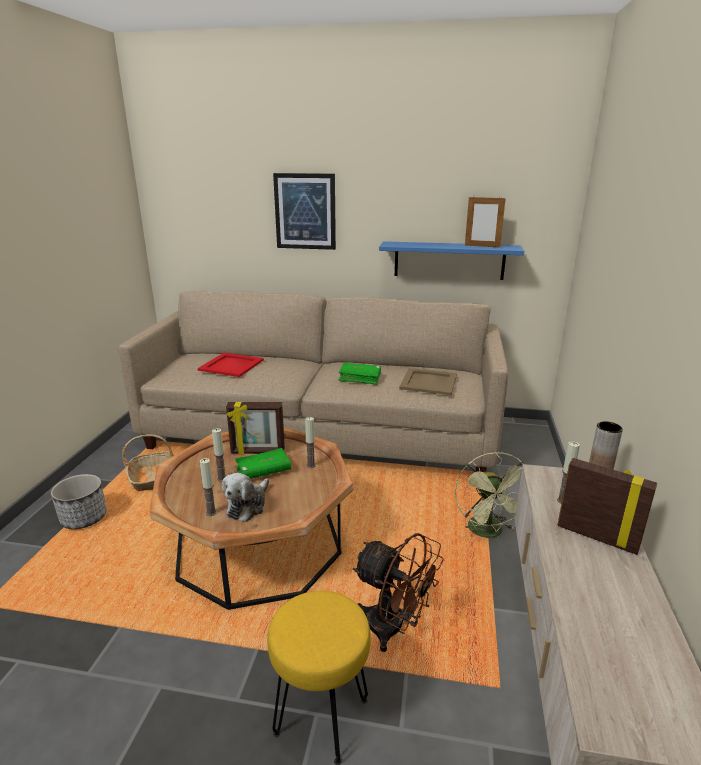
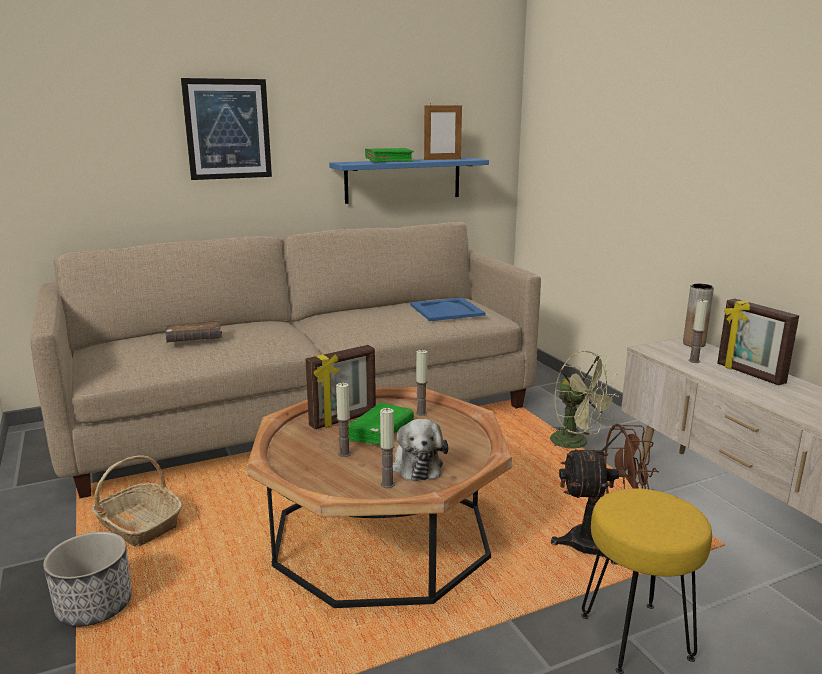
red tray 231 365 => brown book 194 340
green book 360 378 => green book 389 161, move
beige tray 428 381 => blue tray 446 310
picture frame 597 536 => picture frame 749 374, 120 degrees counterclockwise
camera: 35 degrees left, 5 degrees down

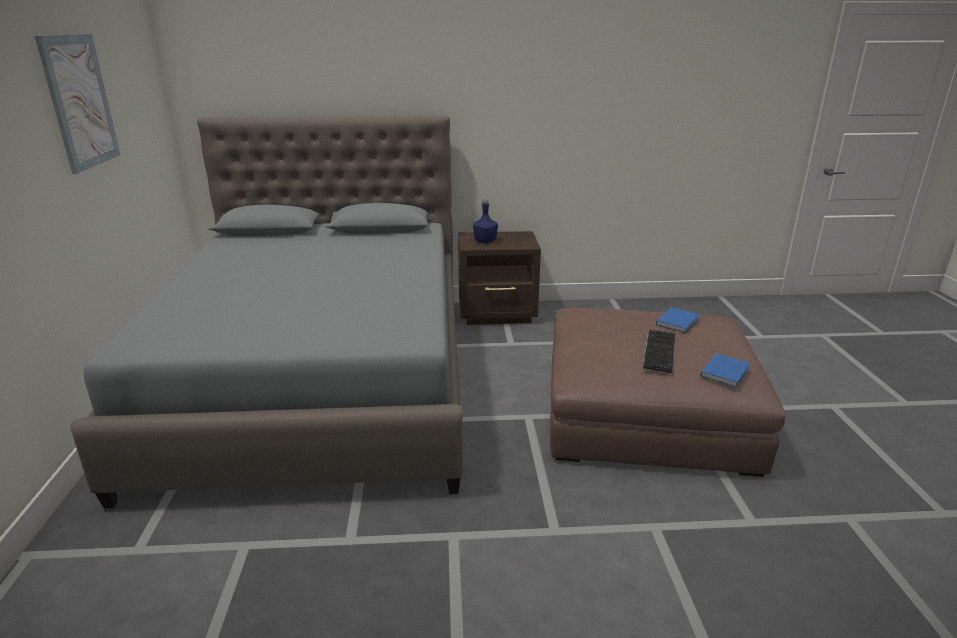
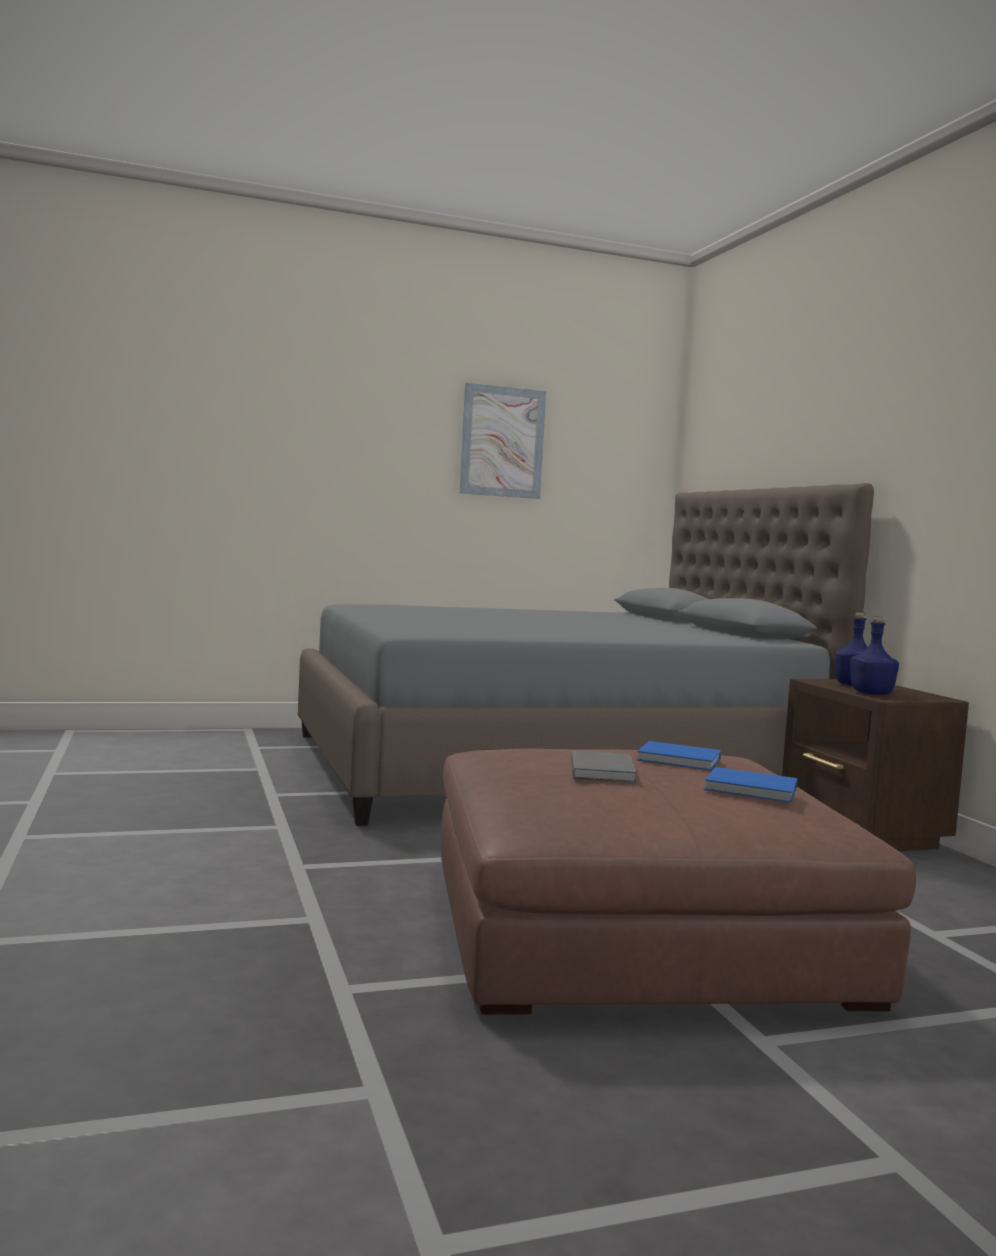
keyboard 658 350 => grey book 603 770
blue book 726 371 => blue book 681 760, move
nothing => blue bottle 872 693
camera: 75 degrees right, 20 degrees down

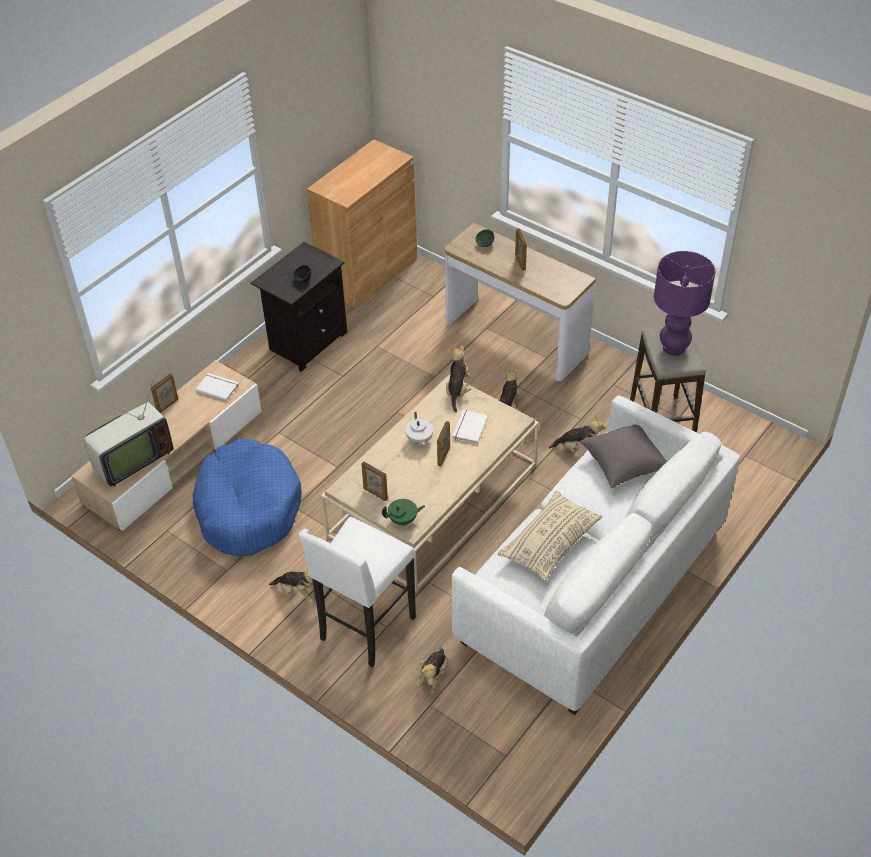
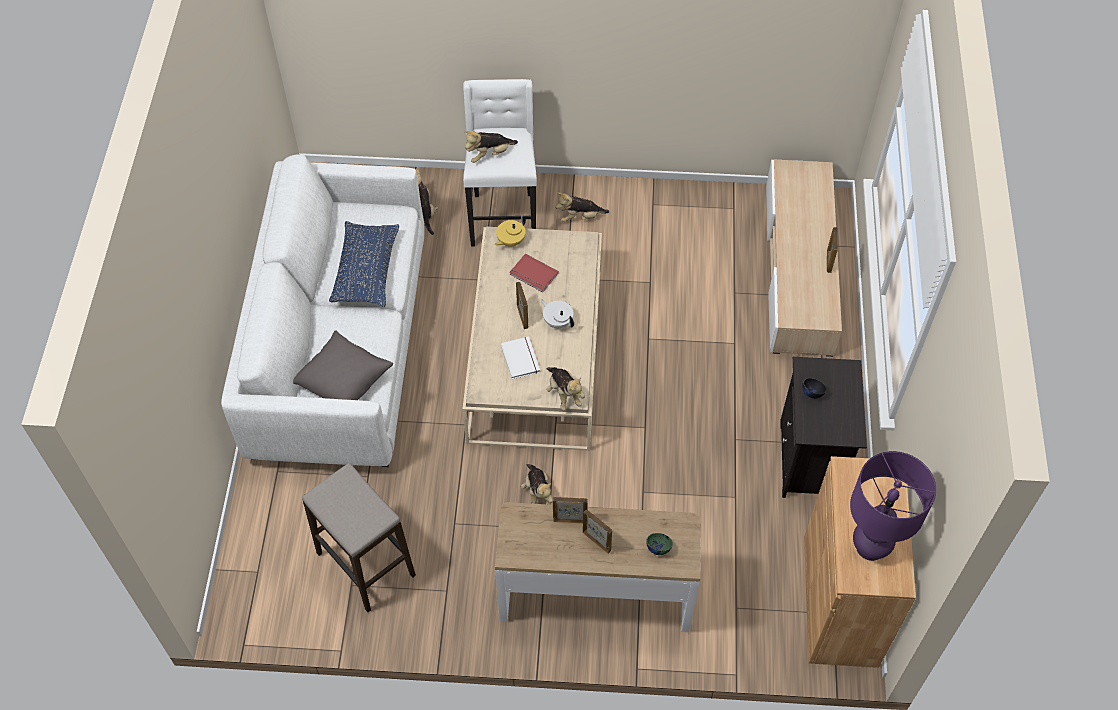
beige pillow 549 543 => blue pillow 366 270
plush toy 577 448 => plush toy 489 154, move
green teapot 403 520 => yellow teapot 510 241
nothing => red book 533 275
picture frame 375 494 => picture frame 570 520, move
purple table lamp 673 348 => purple table lamp 870 547, move
television 131 460 => nothing
blue dog bed 248 508 => nothing
white book 218 387 => nothing
camera: 145 degrees right, 10 degrees up

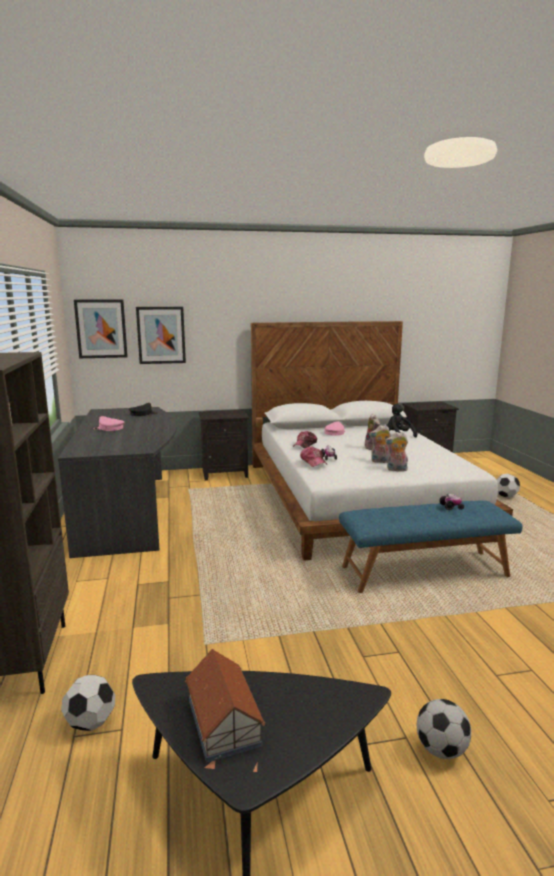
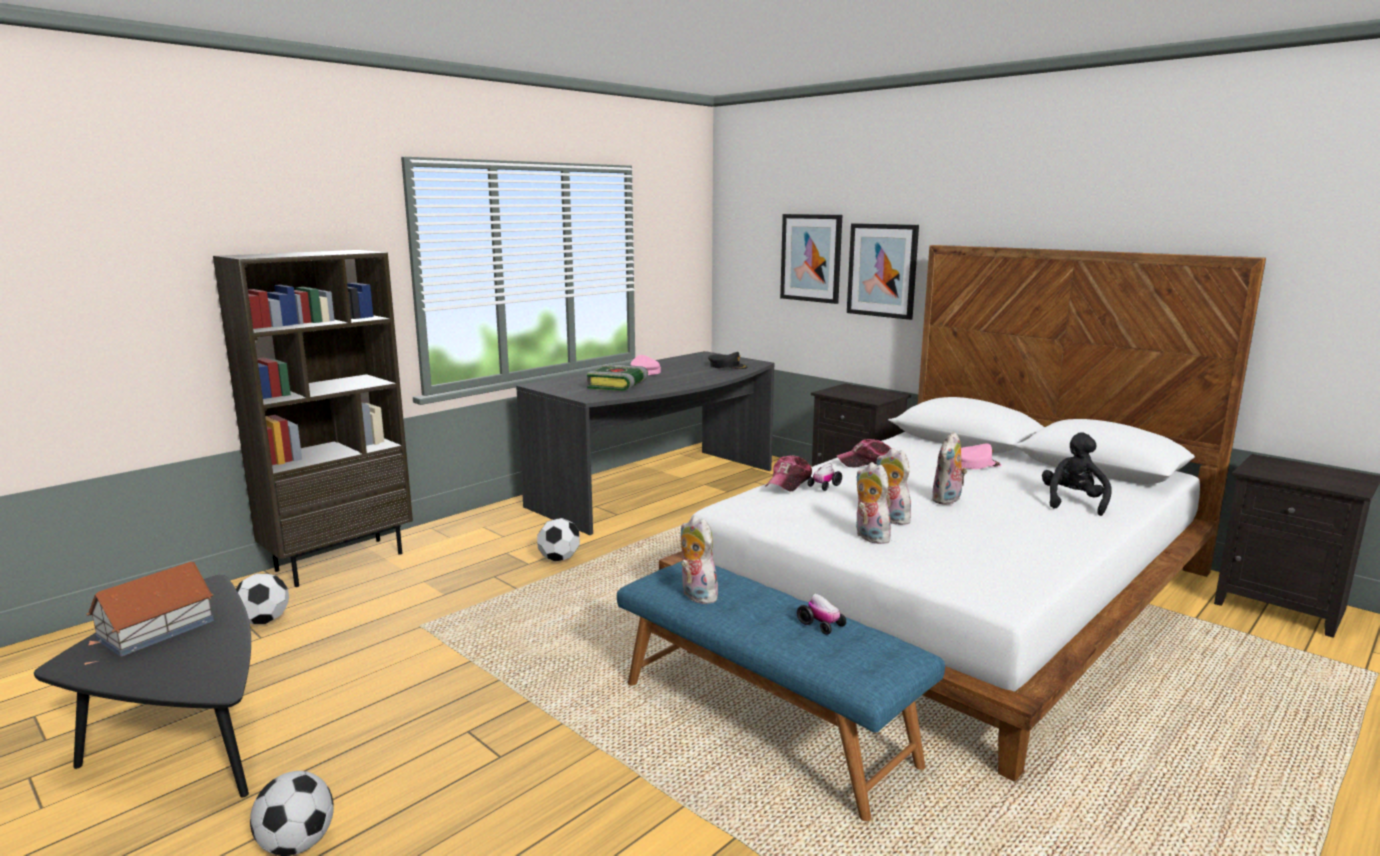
football 505 496 => football 559 559, move
nothing => book 618 386
nothing => plush toy 696 595
picture 101 328 => picture 882 270, move
camera: 55 degrees right, 0 degrees up

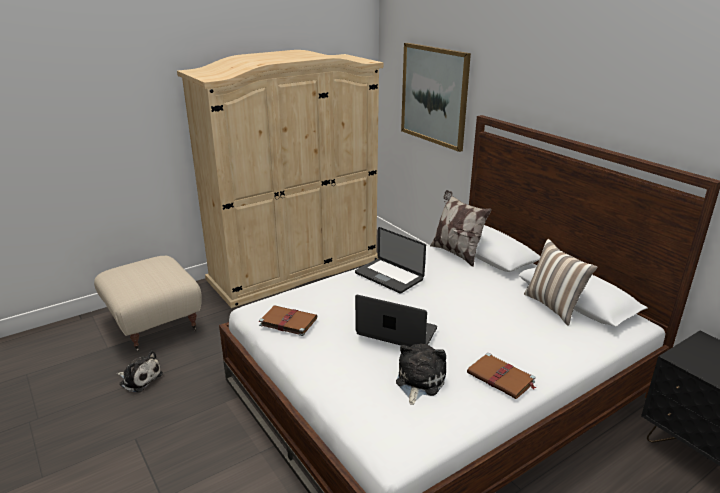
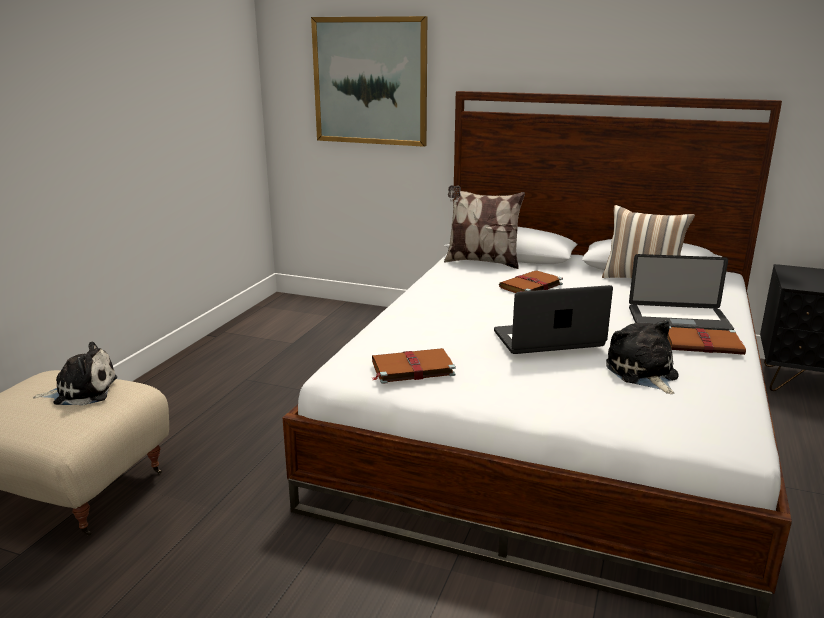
plush toy 139 378 => plush toy 82 391, move
nothing => brown book 530 286
laptop 389 276 => laptop 678 320, move
beige wardrobe 295 269 => nothing
camera: 35 degrees left, 5 degrees down

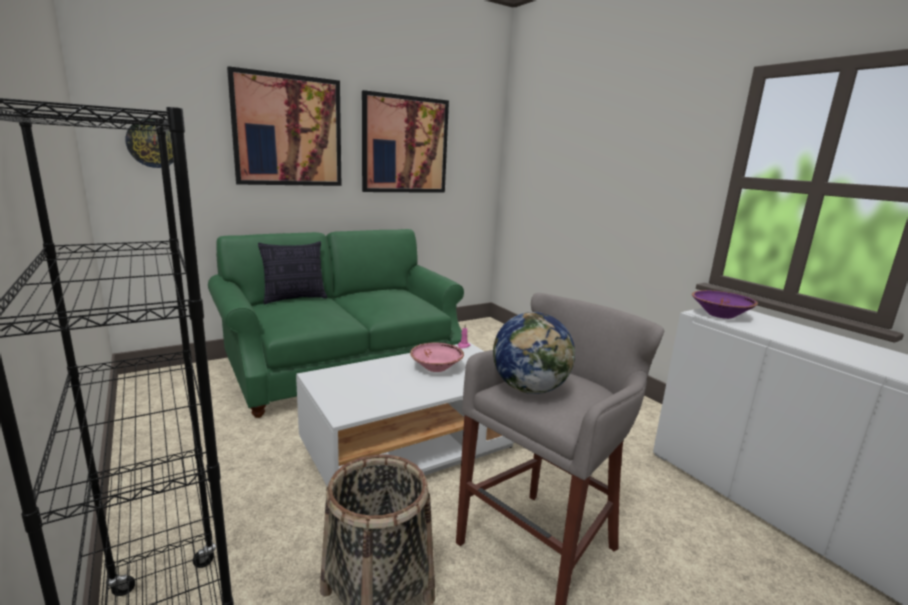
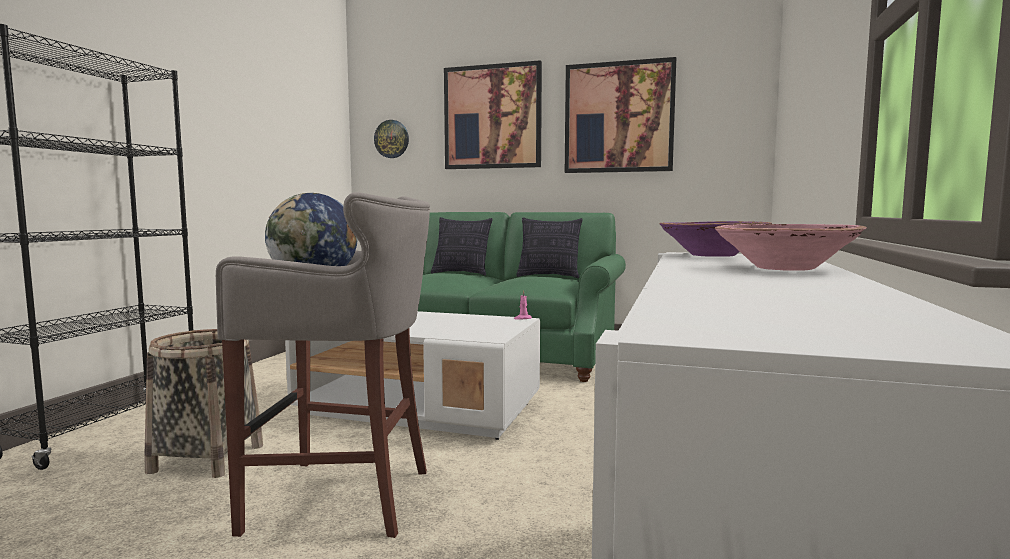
nothing => pillow 549 276
pink bowl 436 367 => pink bowl 785 268, move
camera: 50 degrees right, 10 degrees down

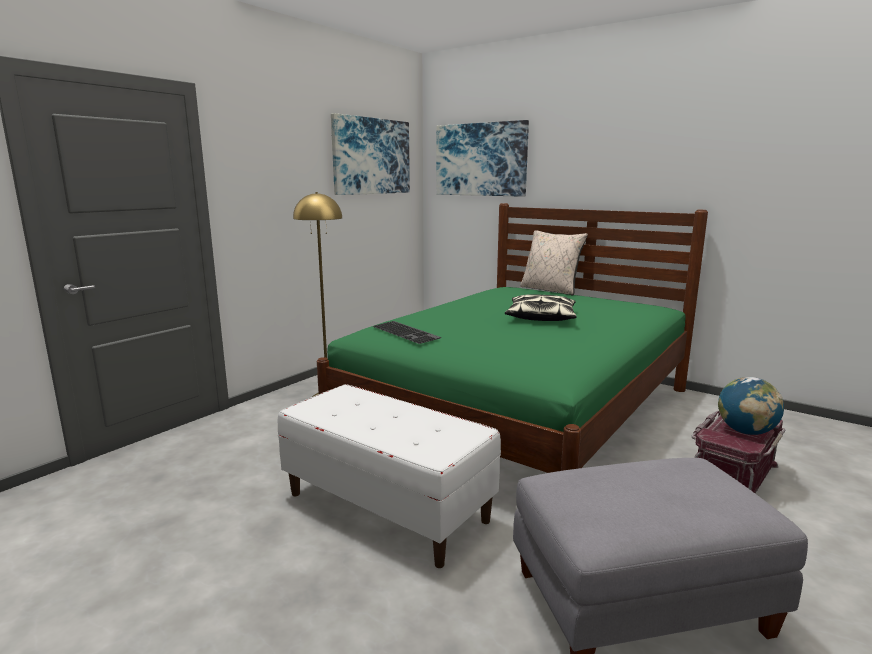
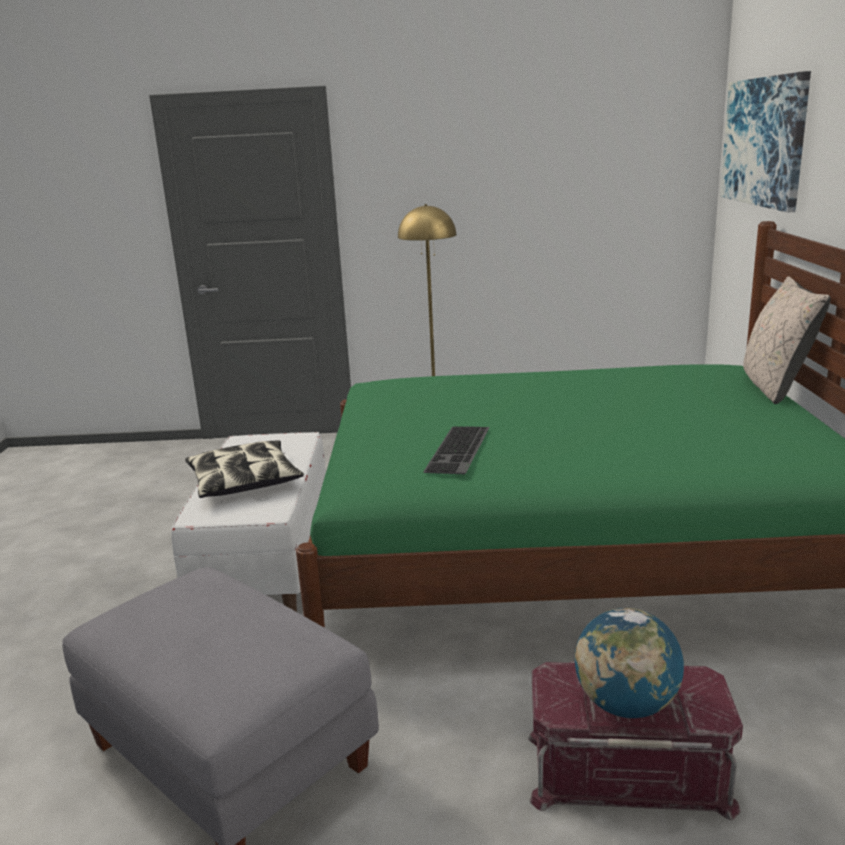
pillow 541 317 => pillow 244 481, move
keyboard 407 332 => keyboard 460 450, move
picture 371 156 => nothing
camera: 55 degrees right, 5 degrees up

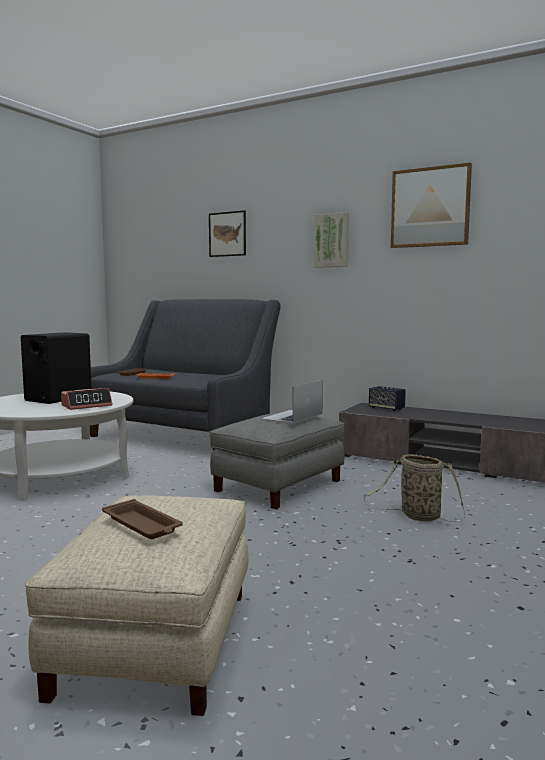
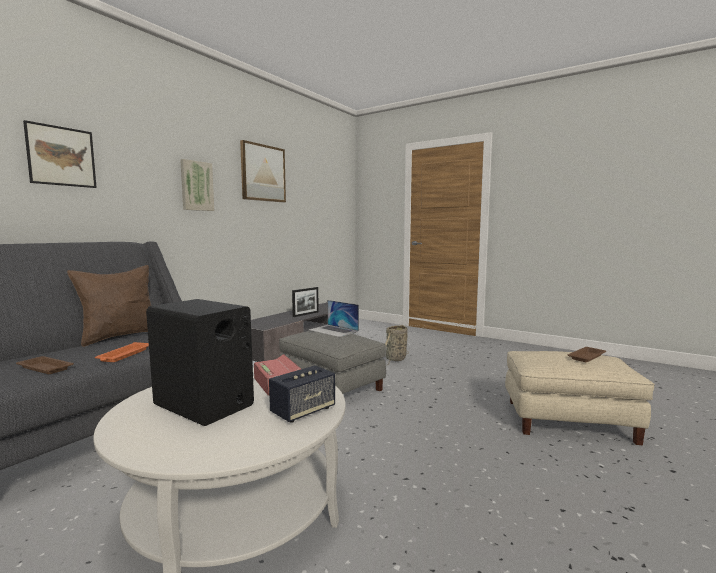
nothing => brown pillow 120 337
speaker 386 408 => speaker 303 411, move
nothing => picture frame 305 314
camera: 85 degrees left, 0 degrees up

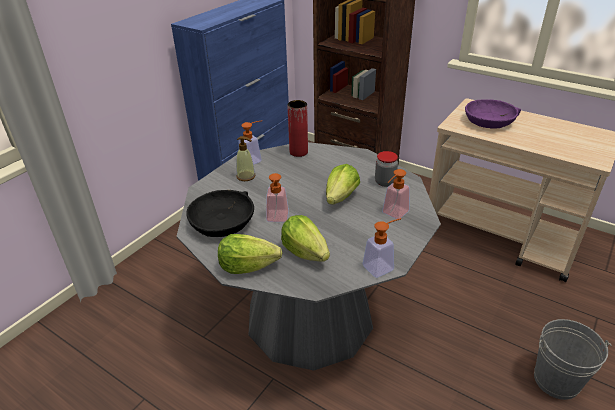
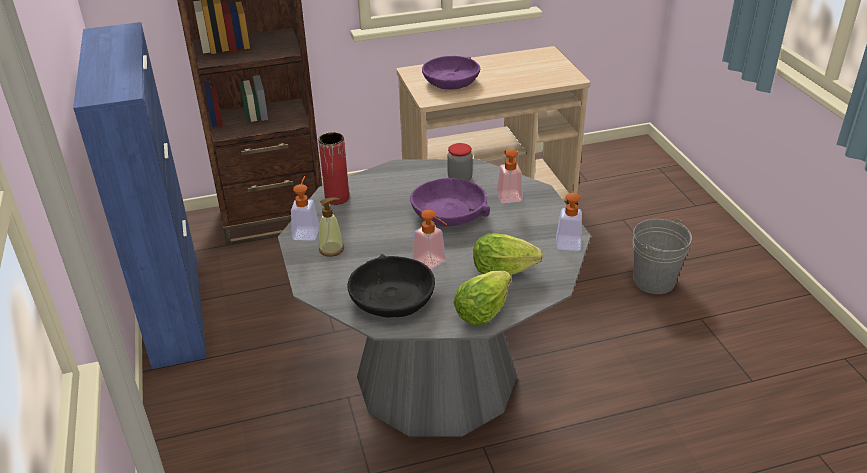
lettuce 341 197 => purple bowl 449 212
camera: 50 degrees left, 0 degrees up

